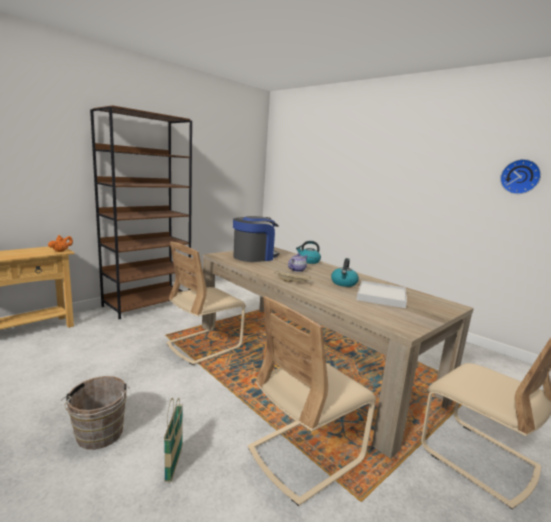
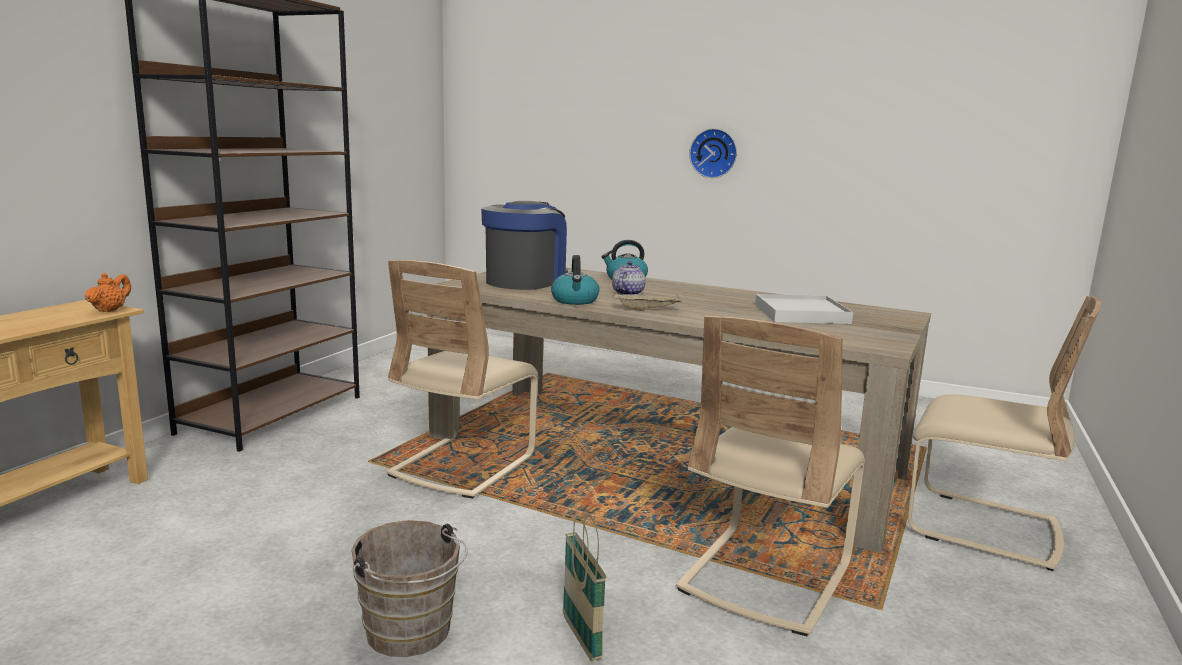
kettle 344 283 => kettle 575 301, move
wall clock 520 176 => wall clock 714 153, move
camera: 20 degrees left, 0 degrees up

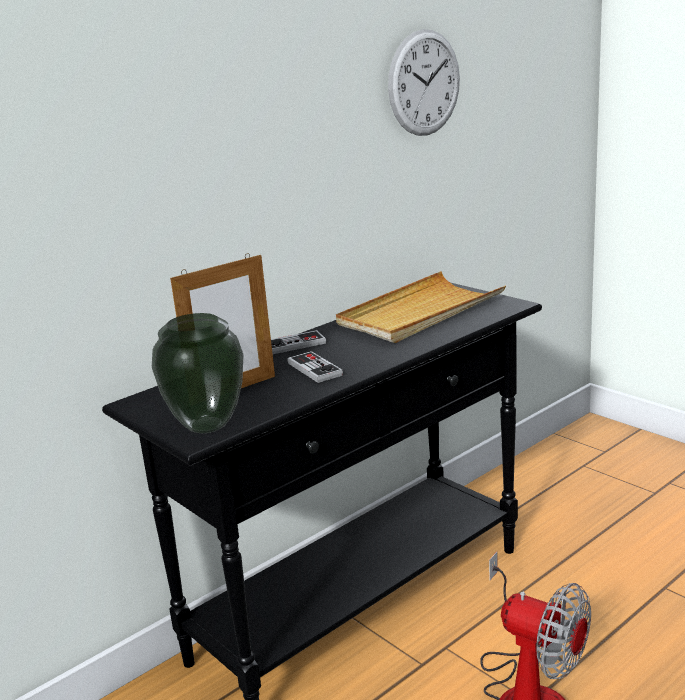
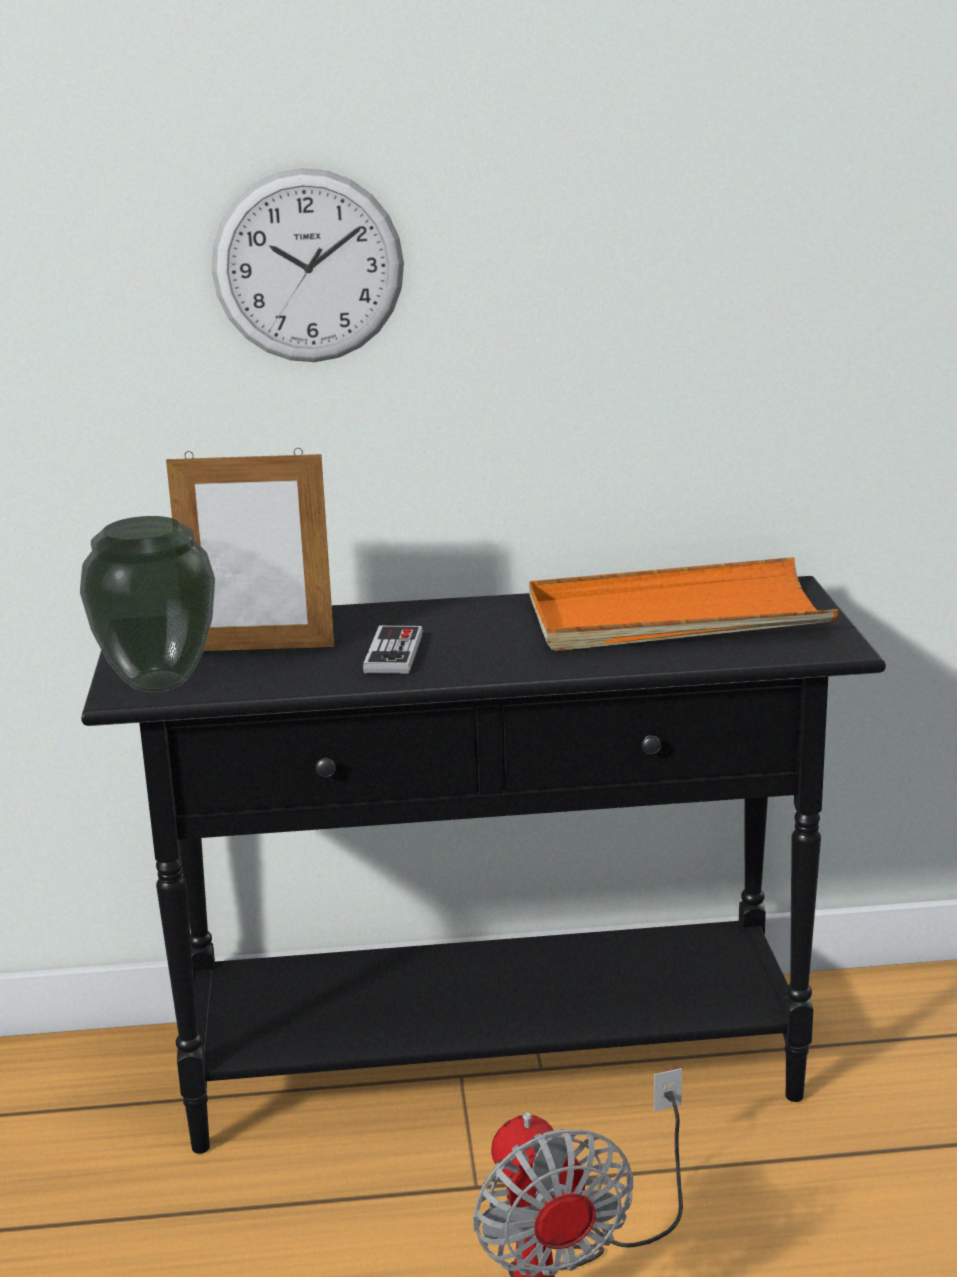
wall clock 424 83 => wall clock 308 266, move
beige tray 420 313 => orange tray 675 617
game controller 294 345 => nothing
camera: 35 degrees right, 0 degrees up

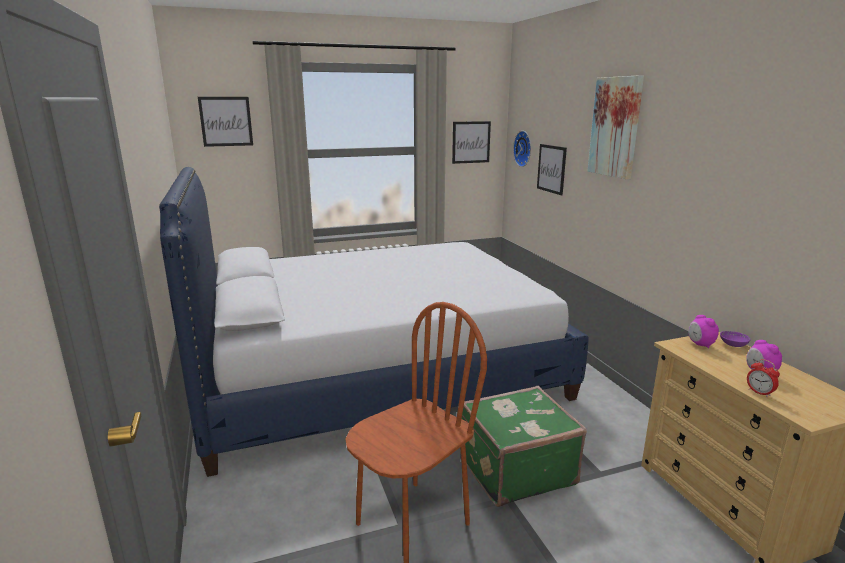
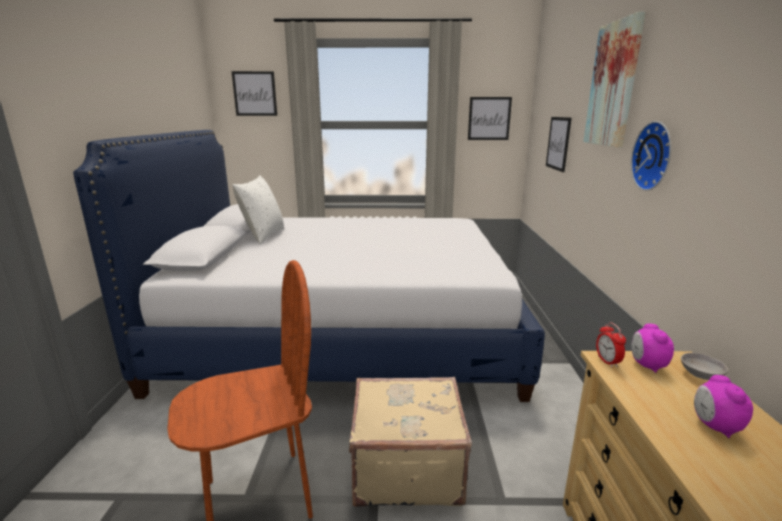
nothing => white pillow 263 235
green suitcase 515 469 => beige suitcase 405 466
alarm clock 759 392 => alarm clock 607 361, move
wall clock 524 148 => wall clock 655 156, move
purple bowl 733 345 => grey bowl 700 375
camera: 20 degrees right, 0 degrees up

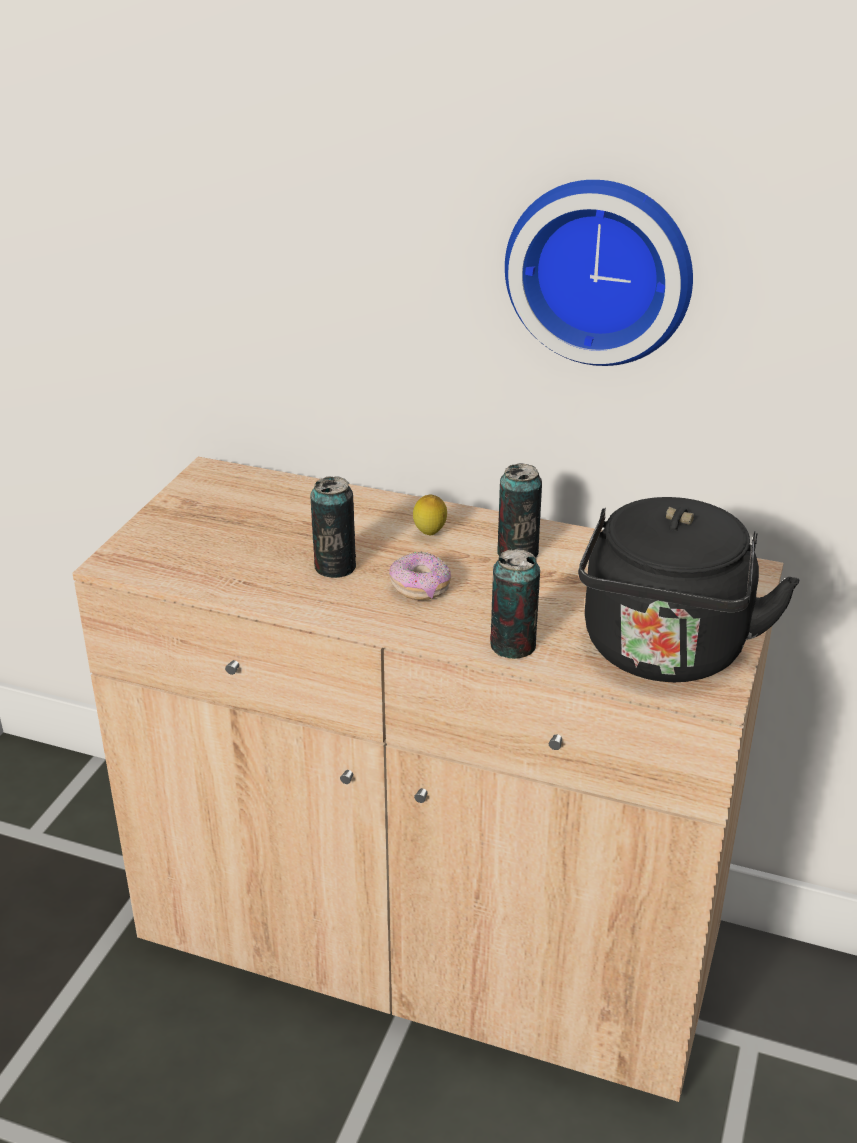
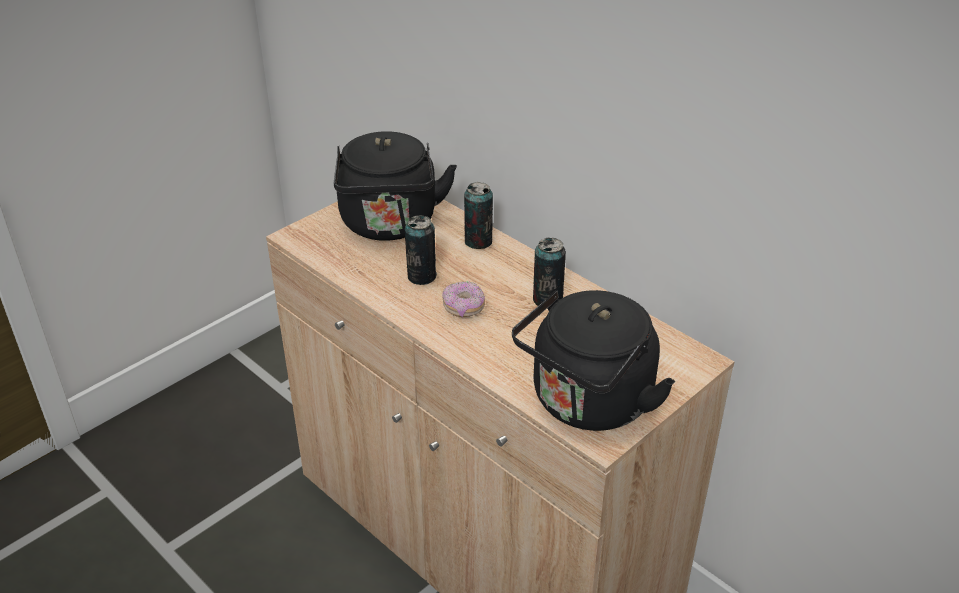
nothing => black kettle 390 225
can 513 646 => can 478 241, move
lemon 430 535 => nothing
wall clock 601 269 => nothing
camera: 25 degrees right, 5 degrees up

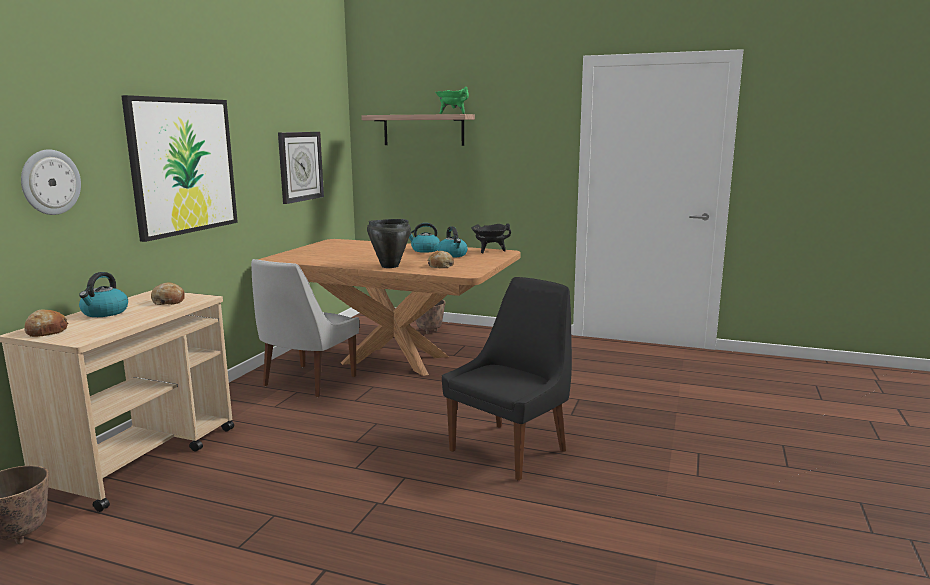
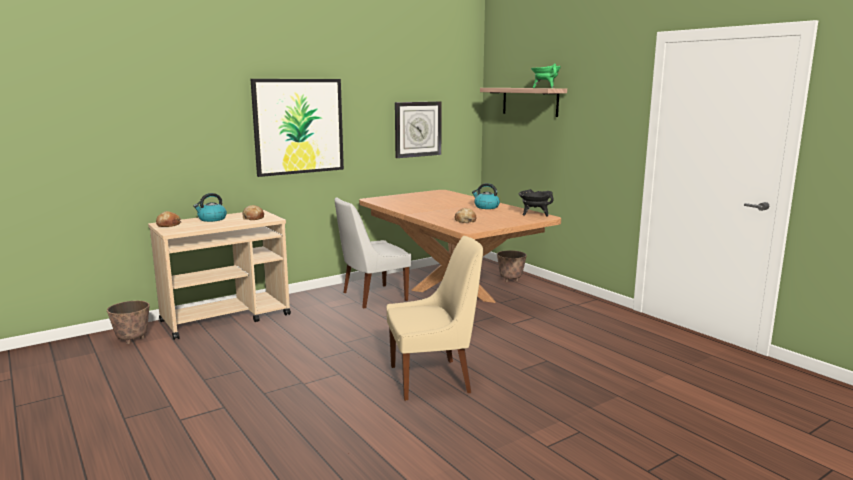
black chair 511 449 => beige chair 433 379
wall clock 50 182 => nothing
black cooking pot 389 266 => nothing
kettle 452 255 => nothing
camera: 35 degrees right, 0 degrees up

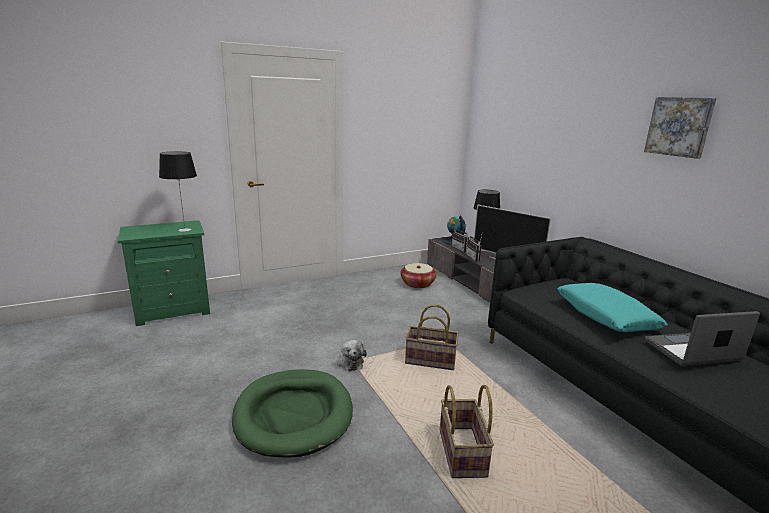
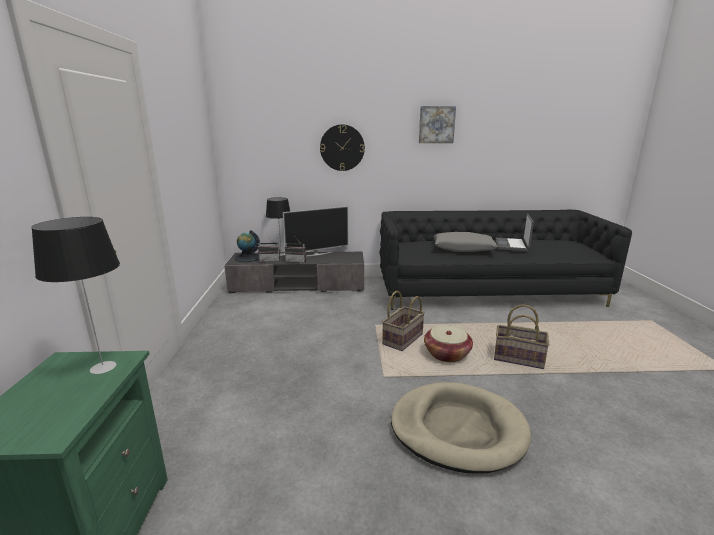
nothing => wall clock 342 148
green dog bed 294 414 => beige dog bed 457 429
basket 417 284 => basket 447 354, move
turquoise pillow 605 316 => grey pillow 463 248
plush toy 350 362 => nothing
camera: 65 degrees left, 0 degrees up

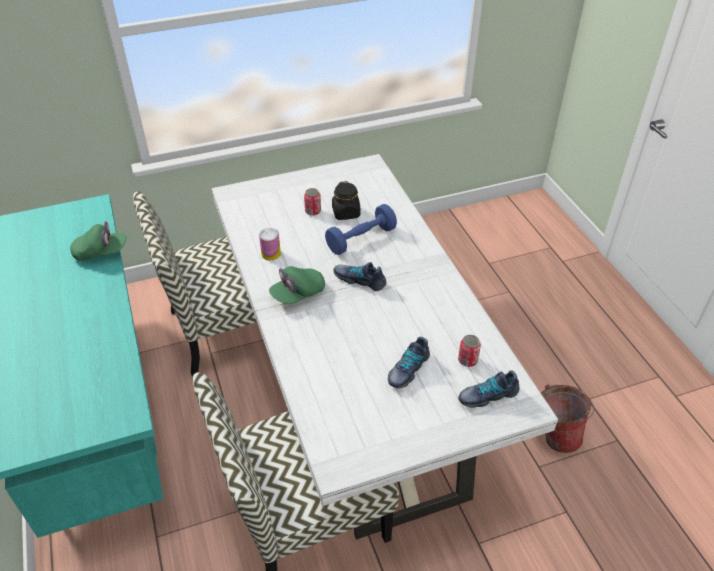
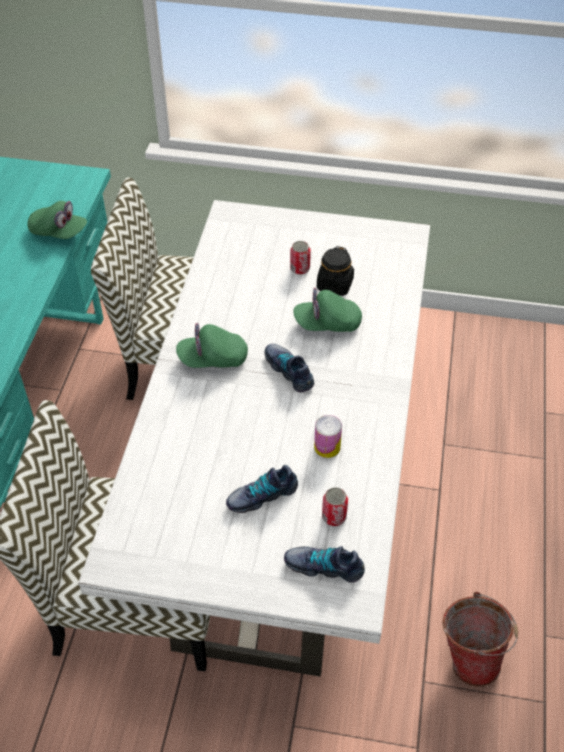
blue dumbbell 361 239 => green cap 327 323
can 271 254 => can 327 447, move
camera: 30 degrees right, 5 degrees up

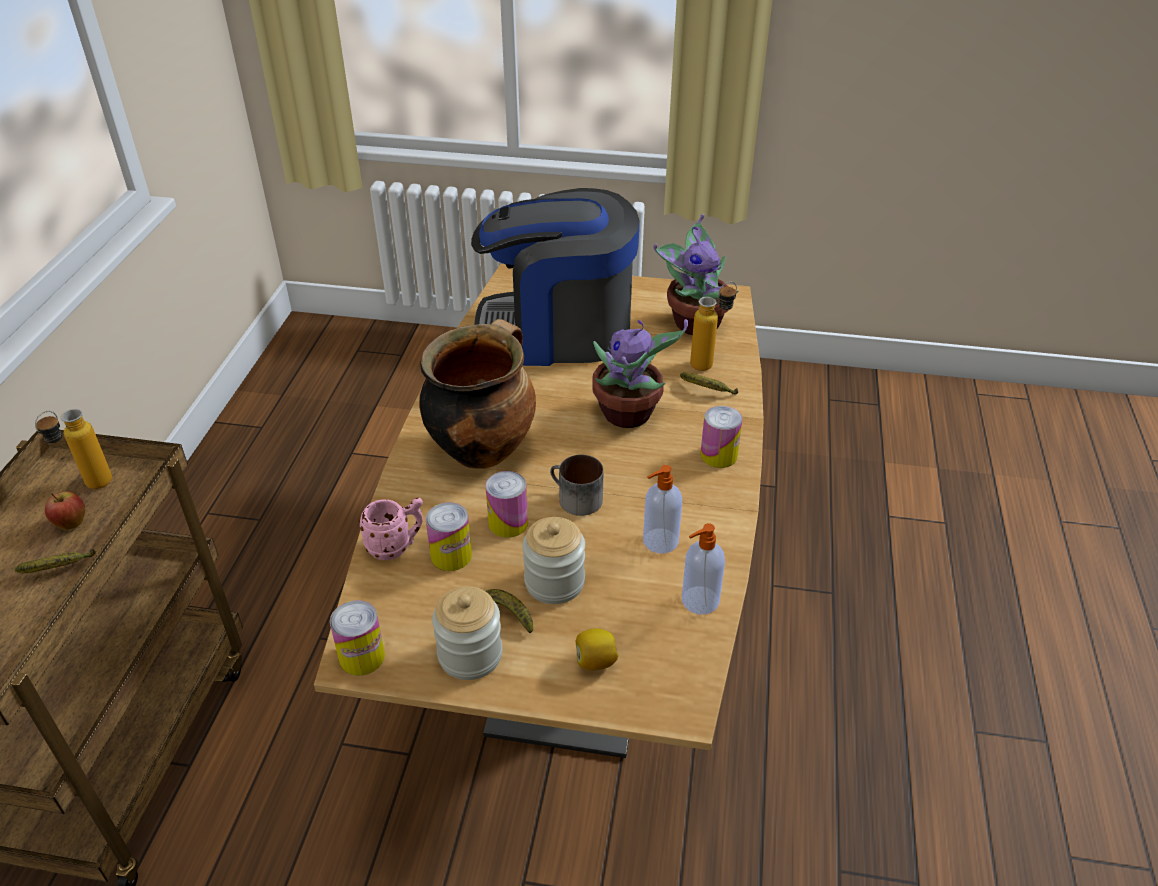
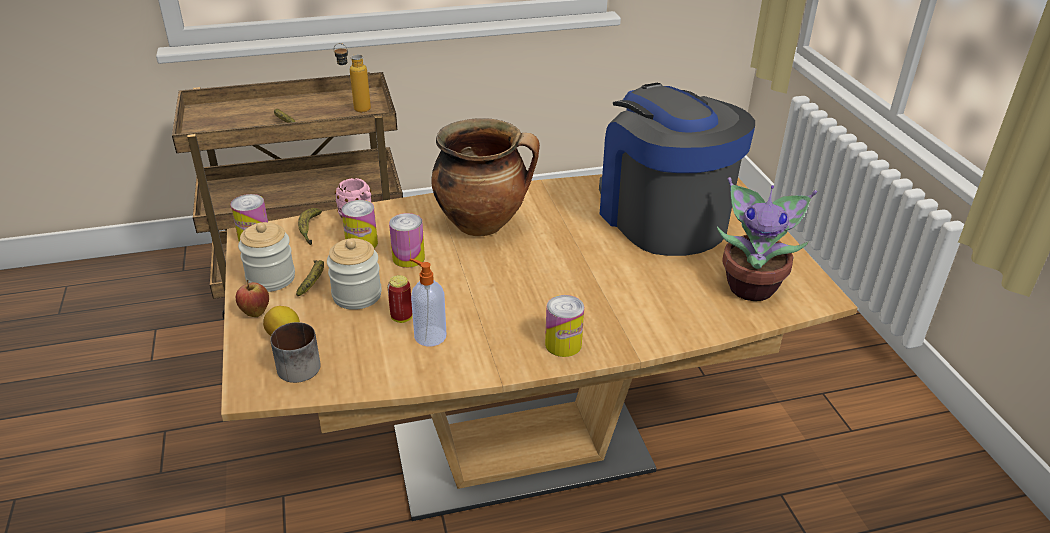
apple 72 524 => apple 255 313, move
mug 574 499 => mug 299 363, move
banana 706 390 => banana 310 230, move
nothing => can 401 318
potted plant 628 415 => nothing
soap dispenser 699 601 => nothing
bottle 709 363 => nothing
camera: 65 degrees right, 5 degrees down

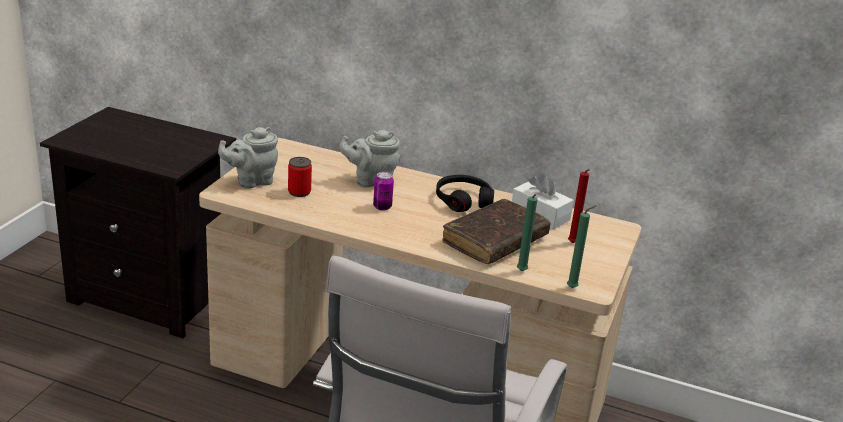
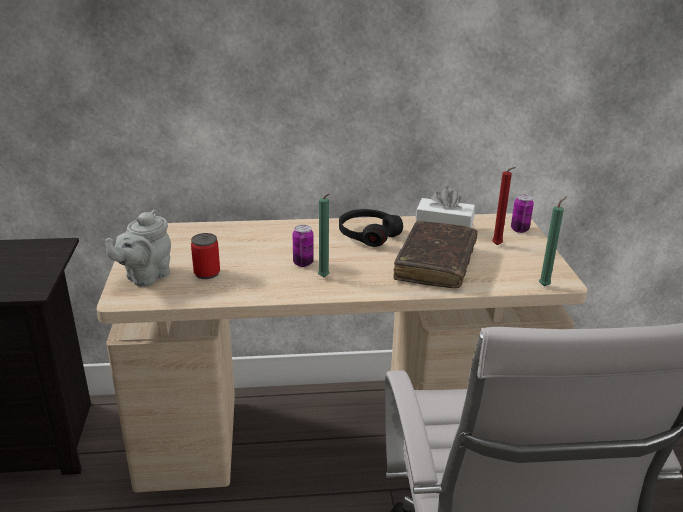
green candle 521 272 => green candle 324 278, move
nothing => can 519 229
grey teapot 371 181 => nothing
camera: 25 degrees left, 0 degrees up

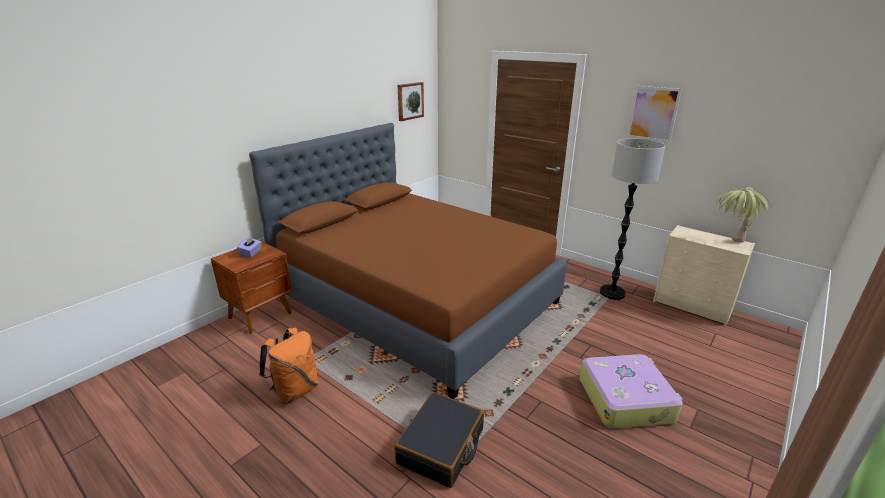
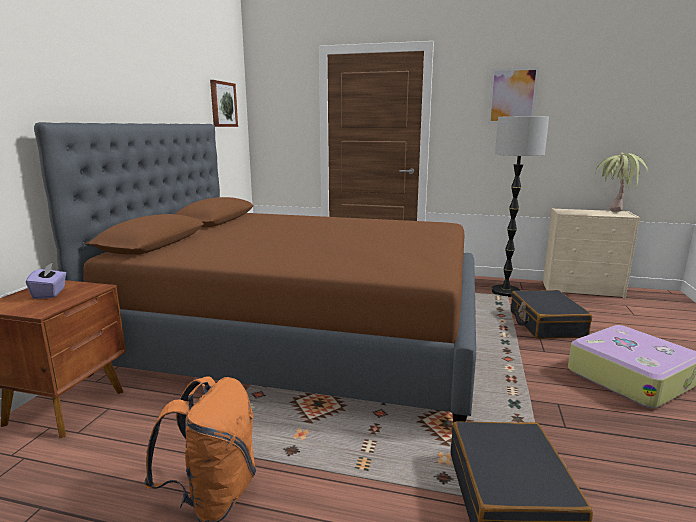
nothing => black suitcase 546 324
camera: 25 degrees left, 10 degrees down

